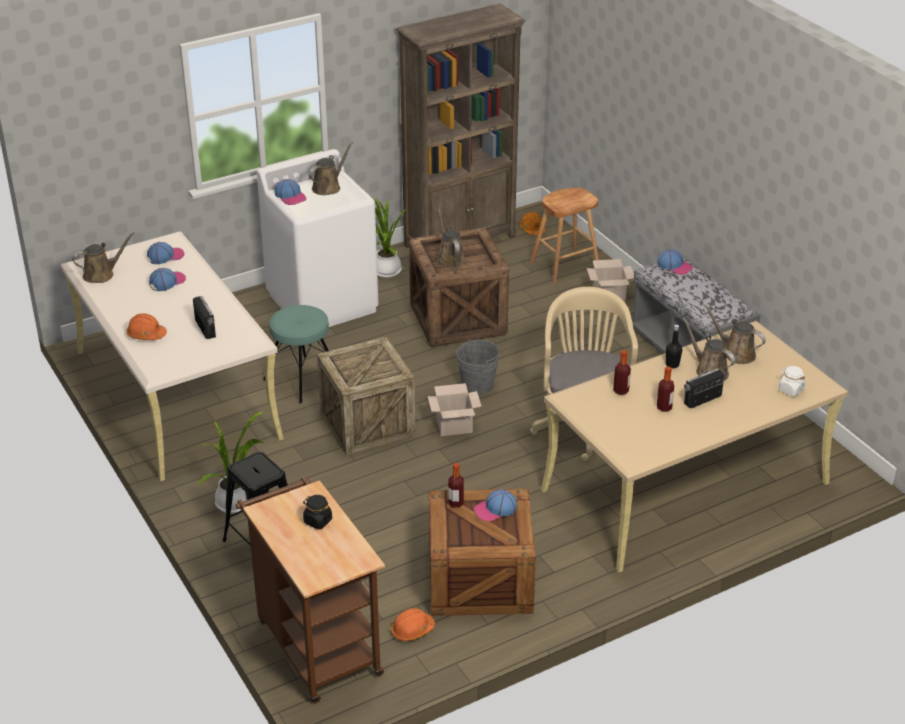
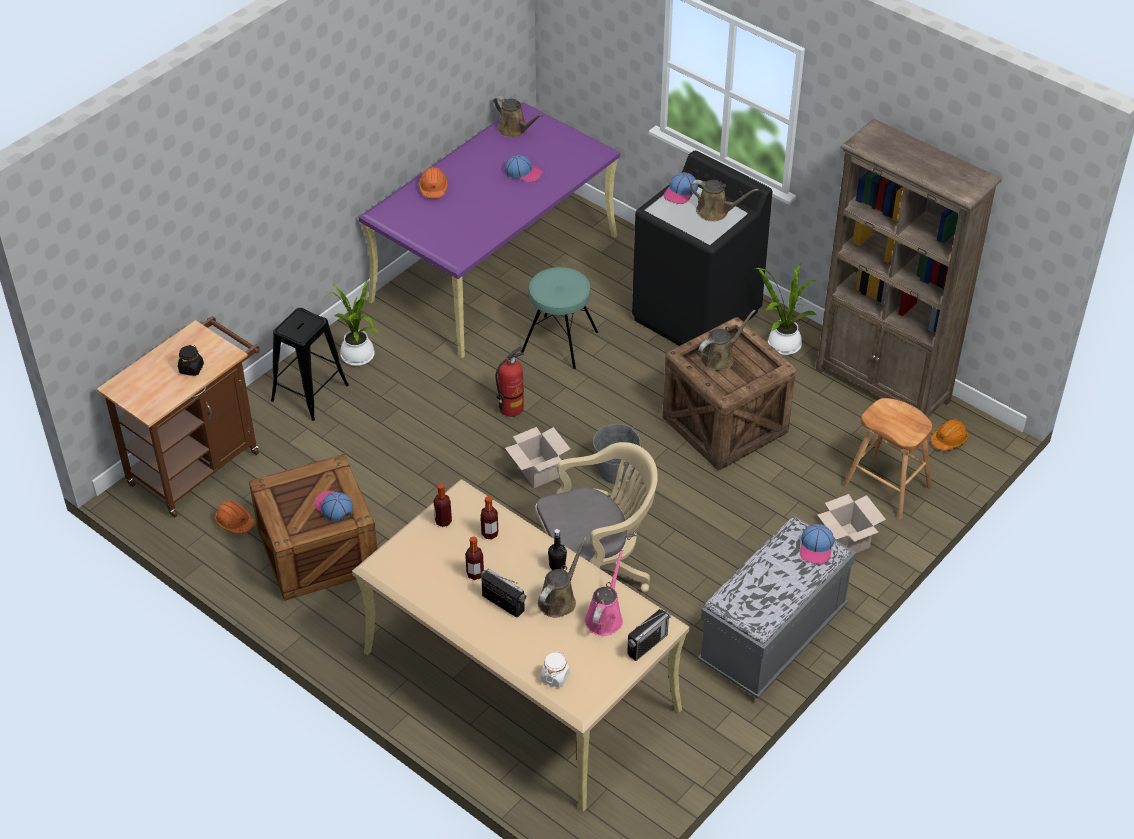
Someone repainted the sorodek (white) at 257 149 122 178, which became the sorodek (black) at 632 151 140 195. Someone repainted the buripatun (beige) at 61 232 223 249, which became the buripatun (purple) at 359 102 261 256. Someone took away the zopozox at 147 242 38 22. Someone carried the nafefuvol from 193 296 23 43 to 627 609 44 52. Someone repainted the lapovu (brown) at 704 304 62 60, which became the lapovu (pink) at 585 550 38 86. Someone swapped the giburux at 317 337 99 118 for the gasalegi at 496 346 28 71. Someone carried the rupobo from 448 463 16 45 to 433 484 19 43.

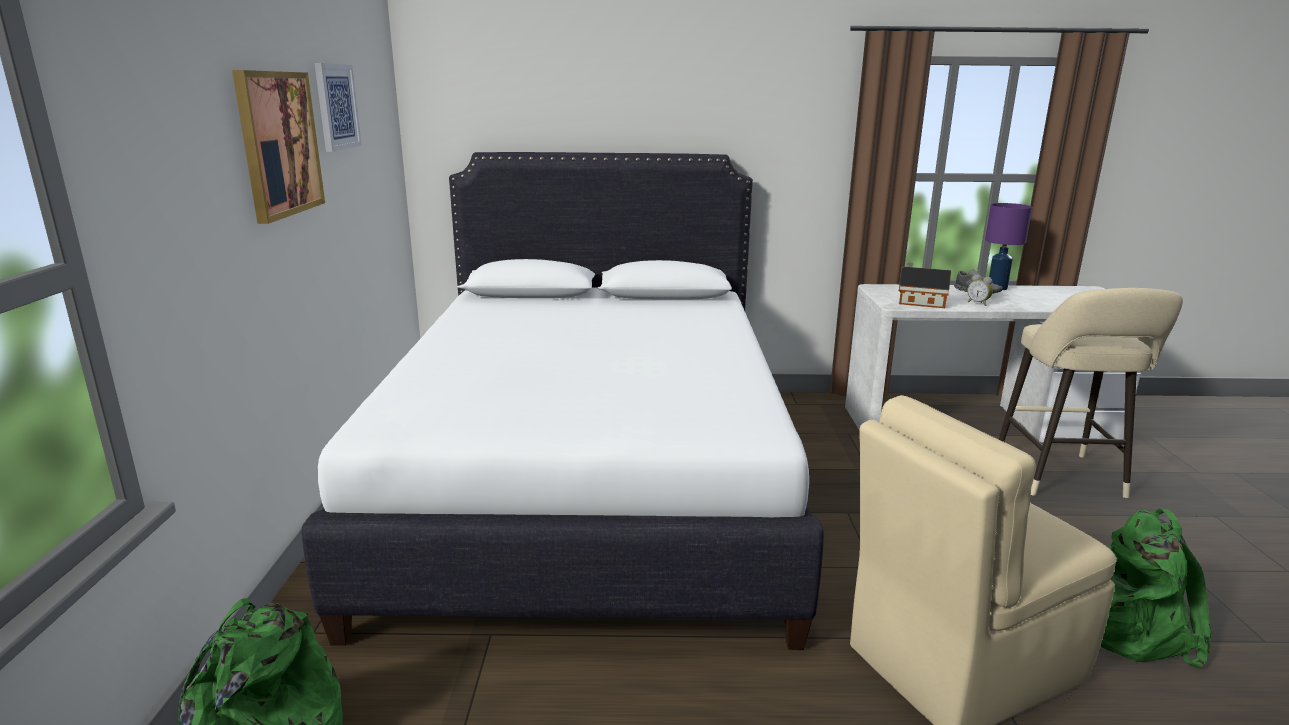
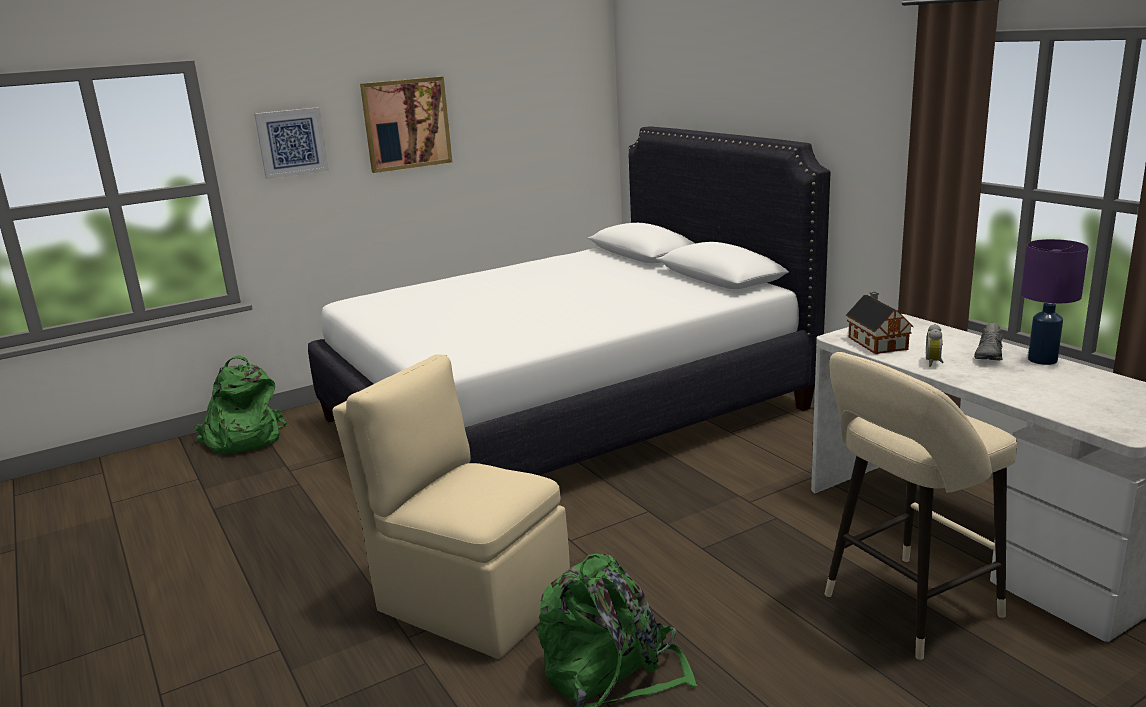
Someone carried the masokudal from 314 63 48 89 to 254 107 75 72.

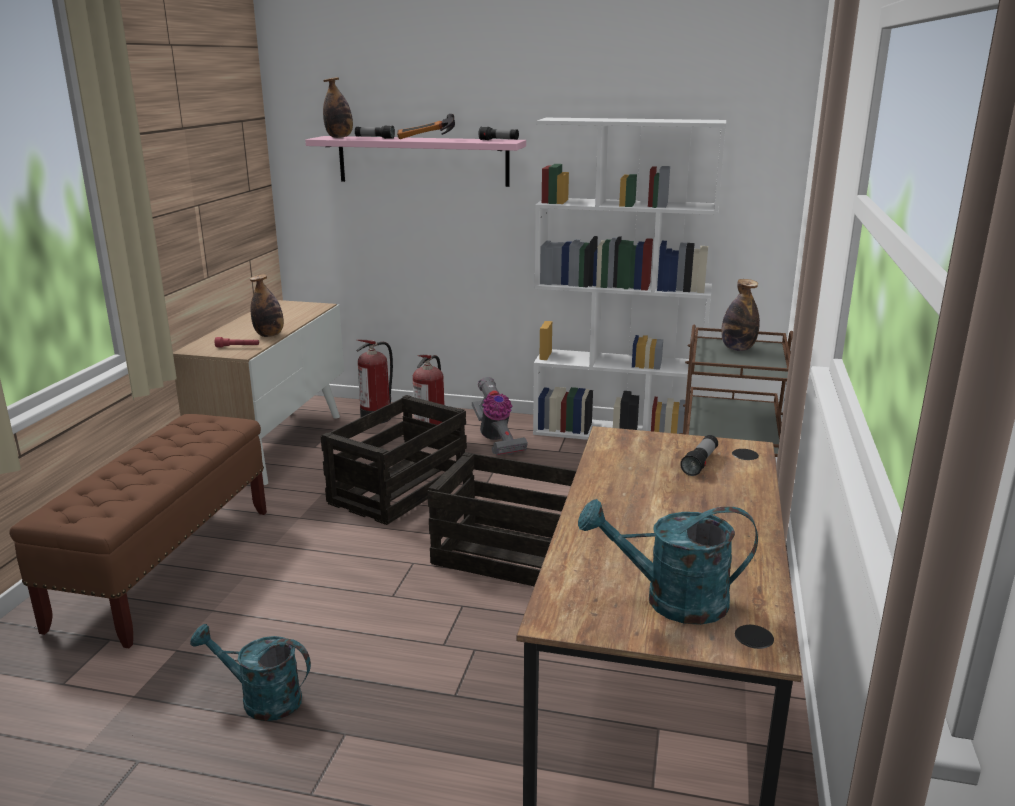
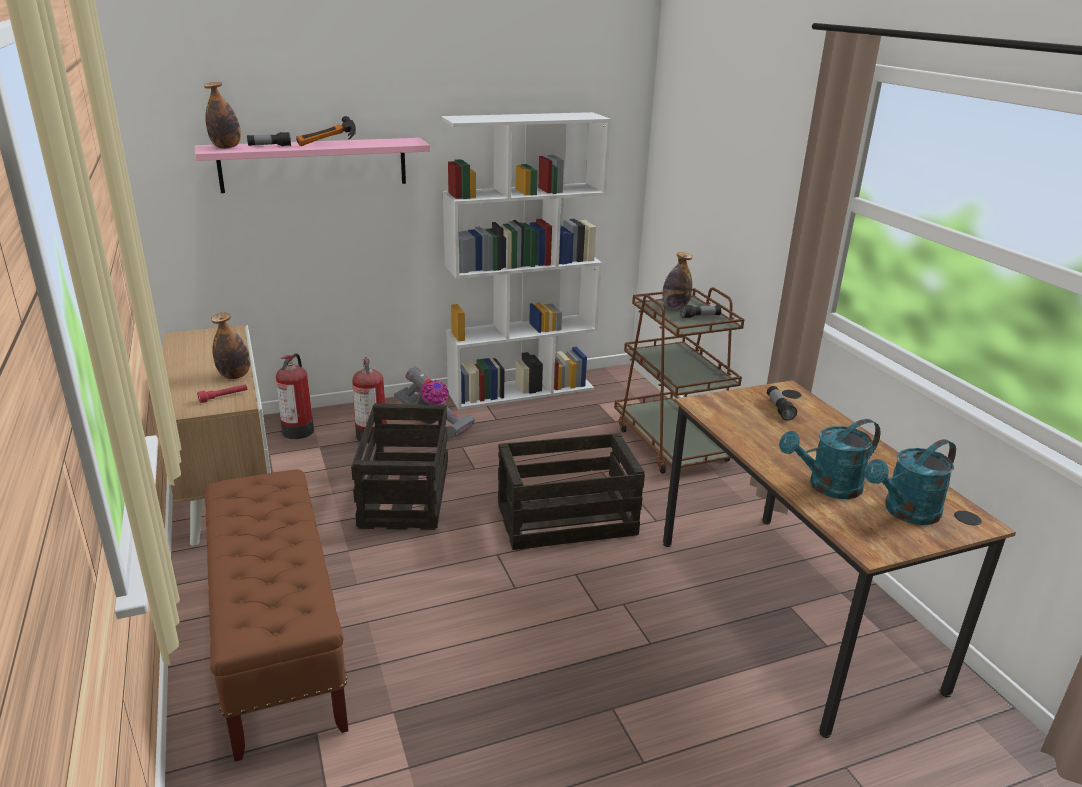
Someone carried the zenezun from 478 127 41 13 to 680 305 41 13. Someone carried the lapovu (turquoise) from 190 624 121 97 to 779 419 102 80.

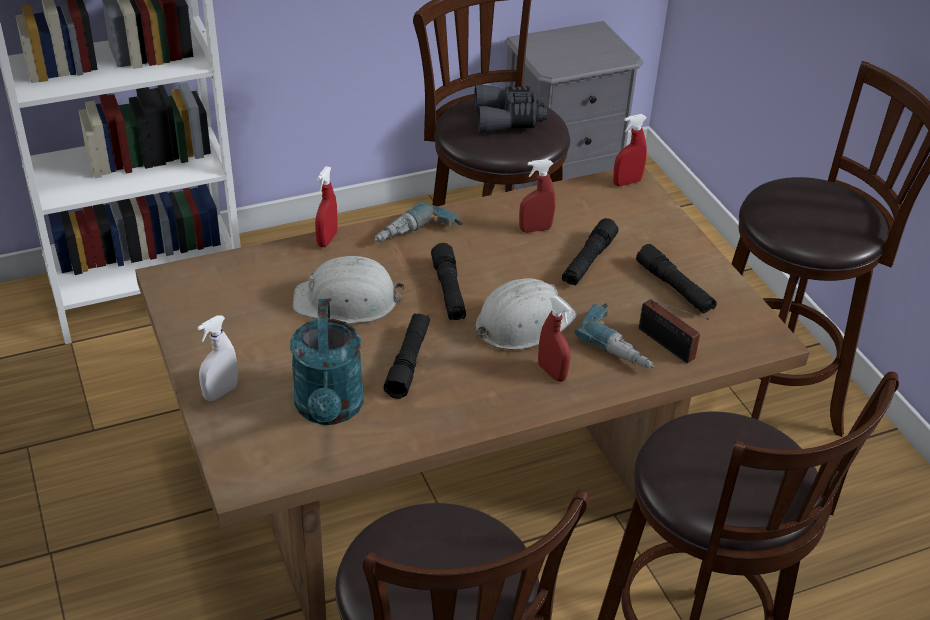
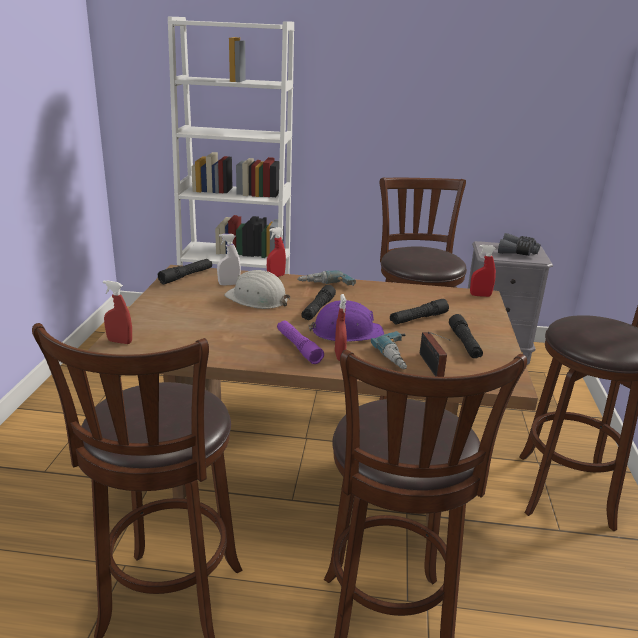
Someone carried the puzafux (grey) from 475 84 72 49 to 498 233 43 23. Someone carried the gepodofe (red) from 519 159 37 74 to 103 280 29 64. Someone repainted the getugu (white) at 476 278 101 72, which became the getugu (purple) at 309 300 75 42. Someone took away the lapovu (turquoise) at 290 299 74 126. Someone carried the zenezun (black) from 383 313 47 86 to 158 259 54 25. Someone carried the gepodofe (white) from 197 315 41 86 to 217 234 24 51. Someone put down the zenezun (purple) at 277 321 47 43.

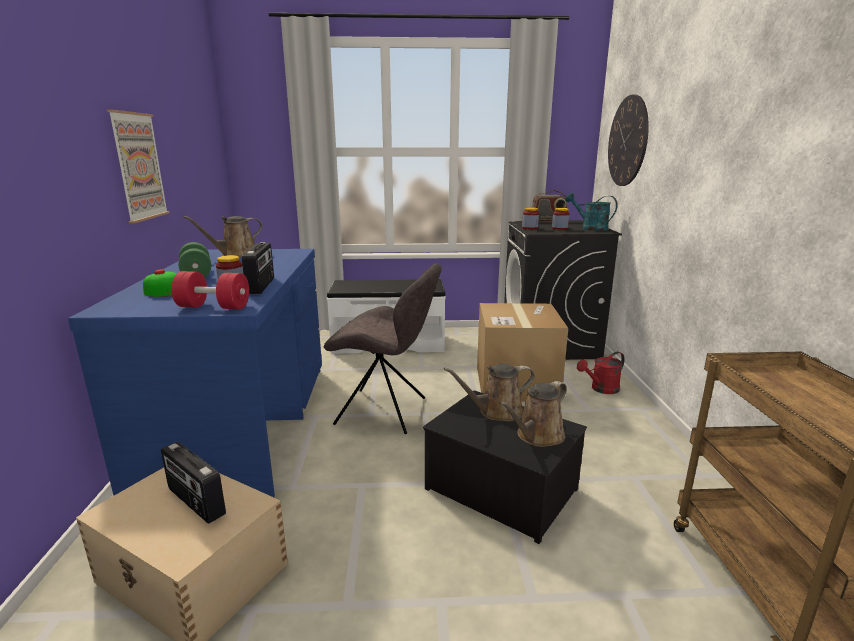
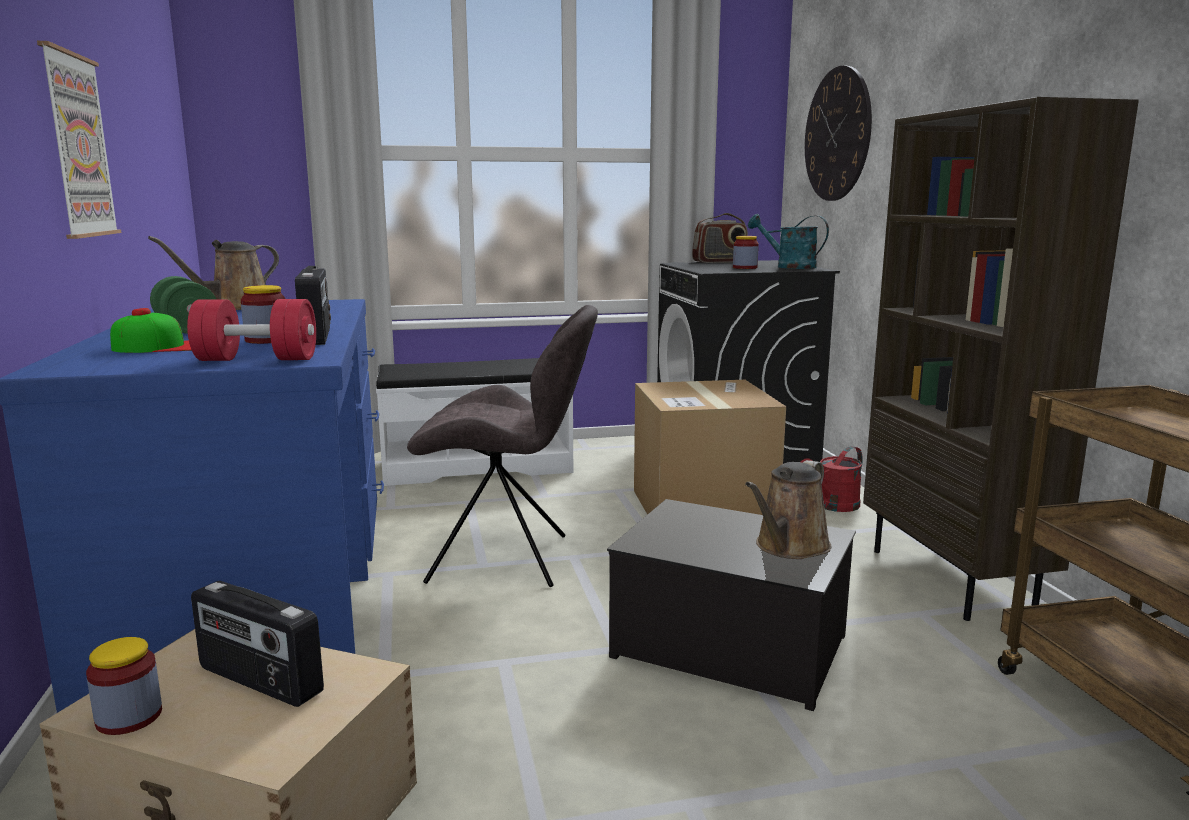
Someone carried the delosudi from 522 207 17 23 to 86 637 76 98. Someone took away the lapovu (brown) at 444 364 91 57. Someone put down the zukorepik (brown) at 863 97 276 524.

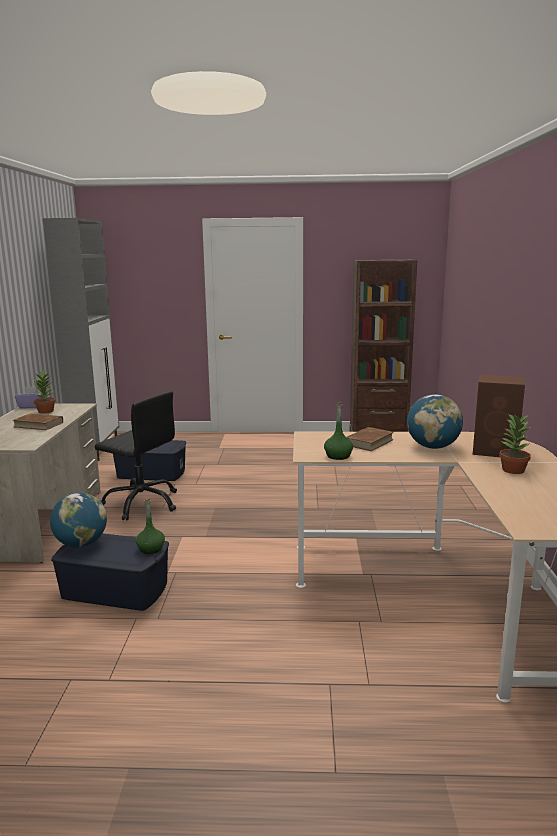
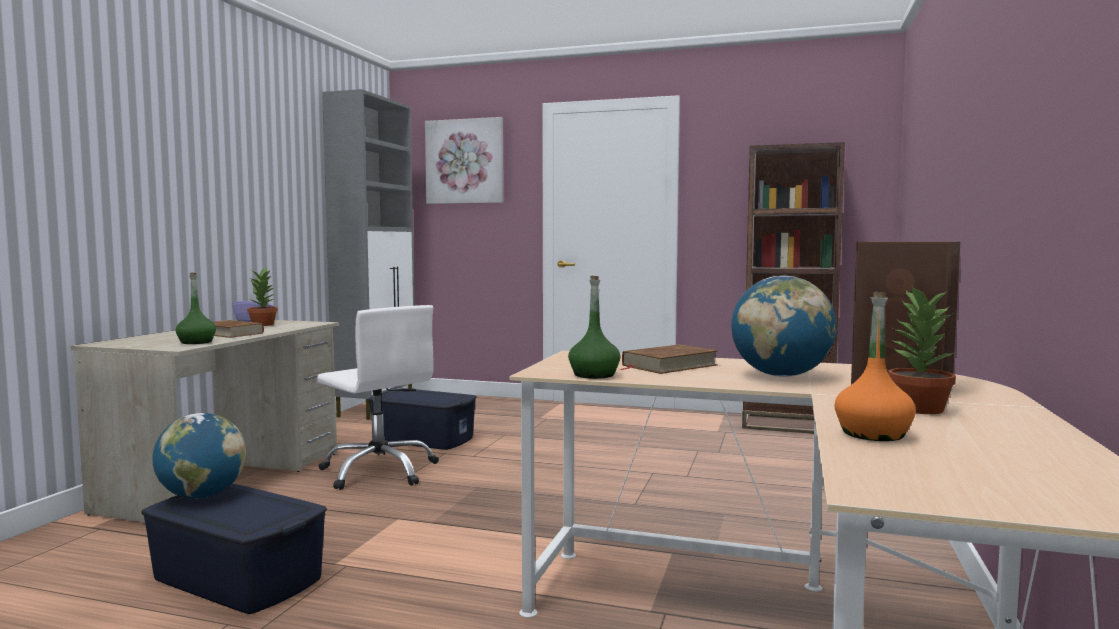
Someone repainted the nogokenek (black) at 95 391 82 130, which became the nogokenek (white) at 317 305 122 185. Someone carried the rupobo (green) from 136 498 29 56 to 175 273 41 71. Someone put up the masokudal at 425 117 79 87. Someone put down the rupobo (orange) at 835 292 81 149.

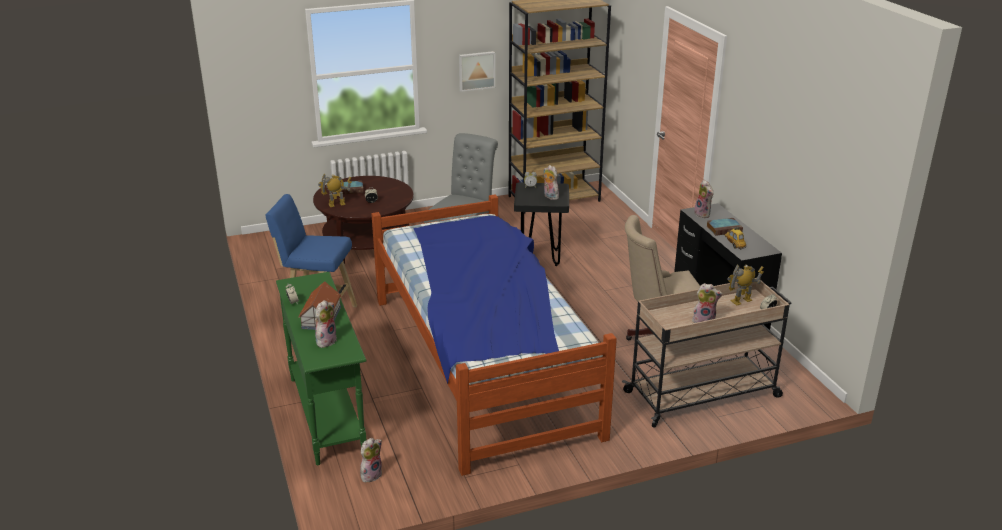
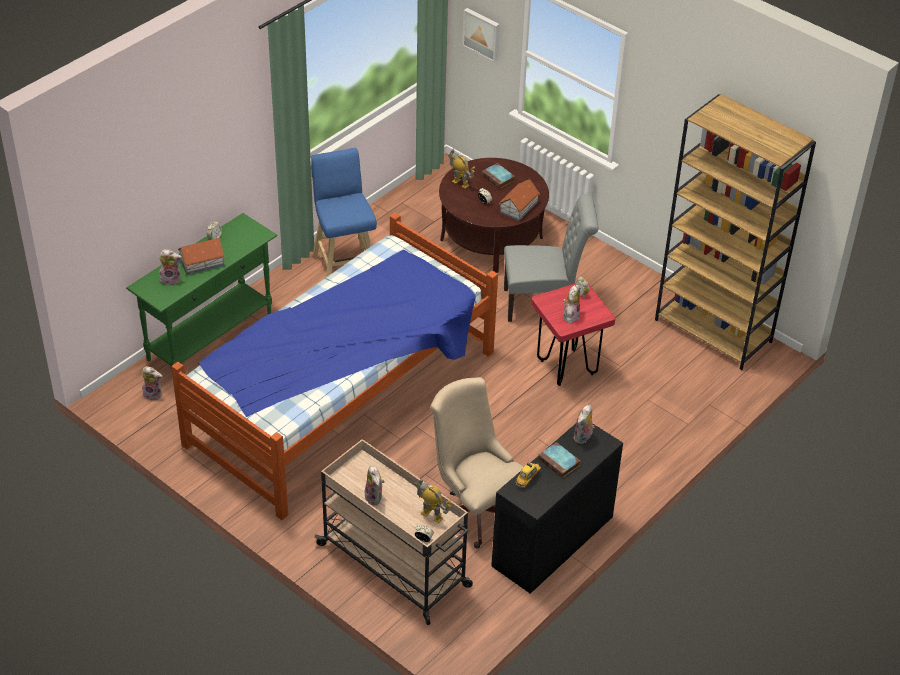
Someone carried the masokudal from 459 51 36 41 to 463 8 37 54. Someone repainted the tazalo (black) at 514 183 55 83, which became the tazalo (red) at 531 283 84 103. Someone put down the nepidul at 499 179 41 42.

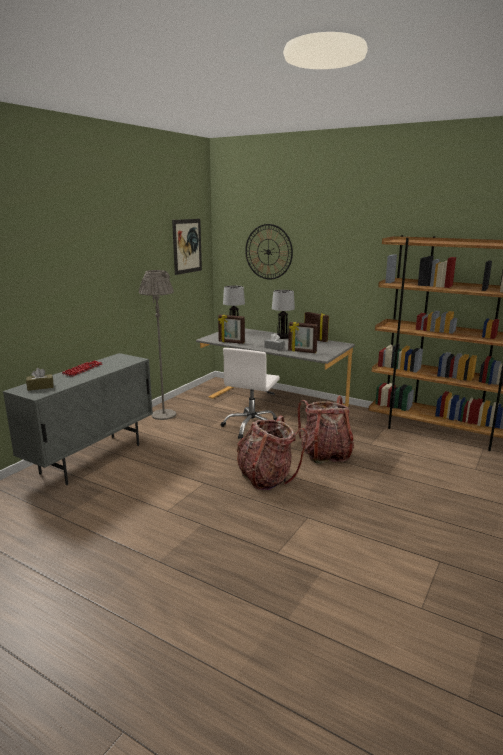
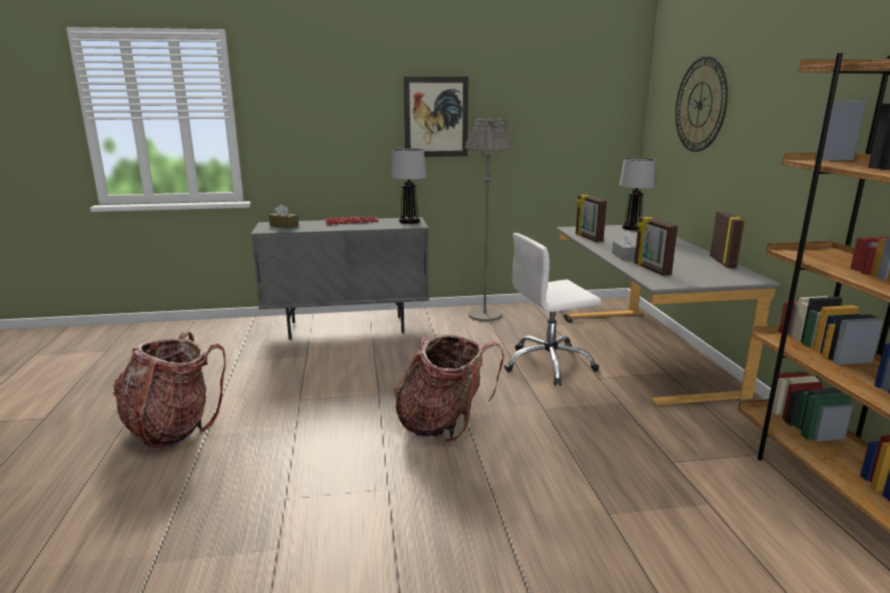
Someone carried the masokudal from 172 219 30 56 to 403 76 65 81. Someone carried the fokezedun from 272 290 23 49 to 391 148 35 76. Someone carried the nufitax from 298 396 56 68 to 113 331 113 119.

